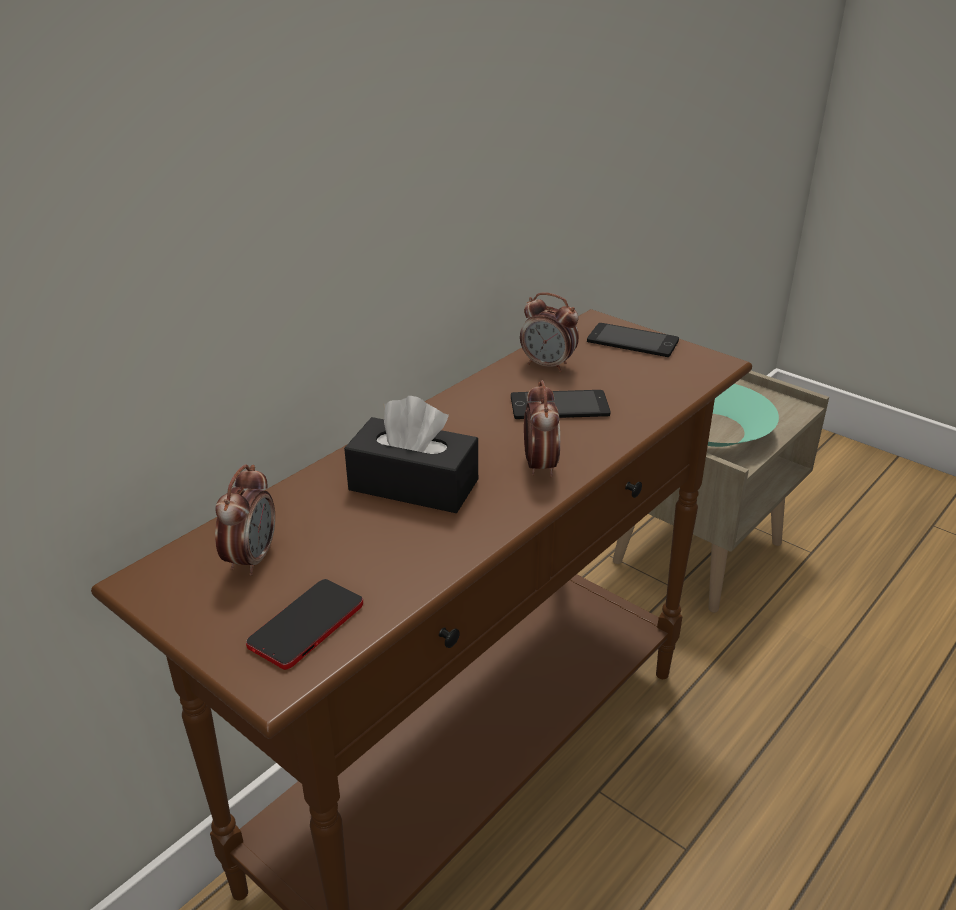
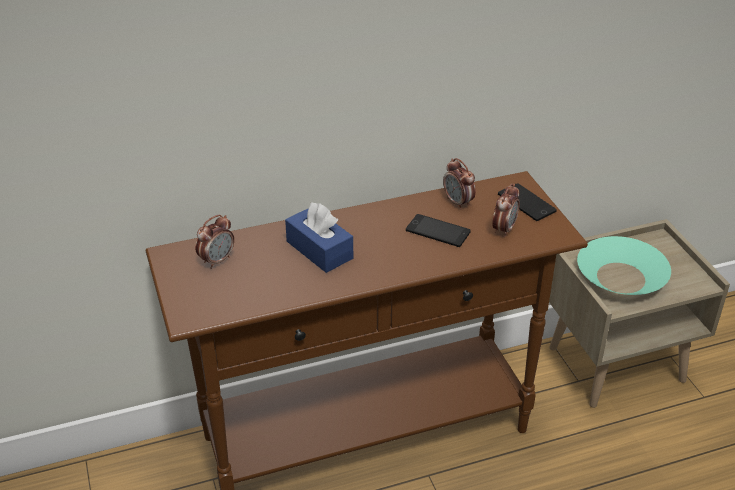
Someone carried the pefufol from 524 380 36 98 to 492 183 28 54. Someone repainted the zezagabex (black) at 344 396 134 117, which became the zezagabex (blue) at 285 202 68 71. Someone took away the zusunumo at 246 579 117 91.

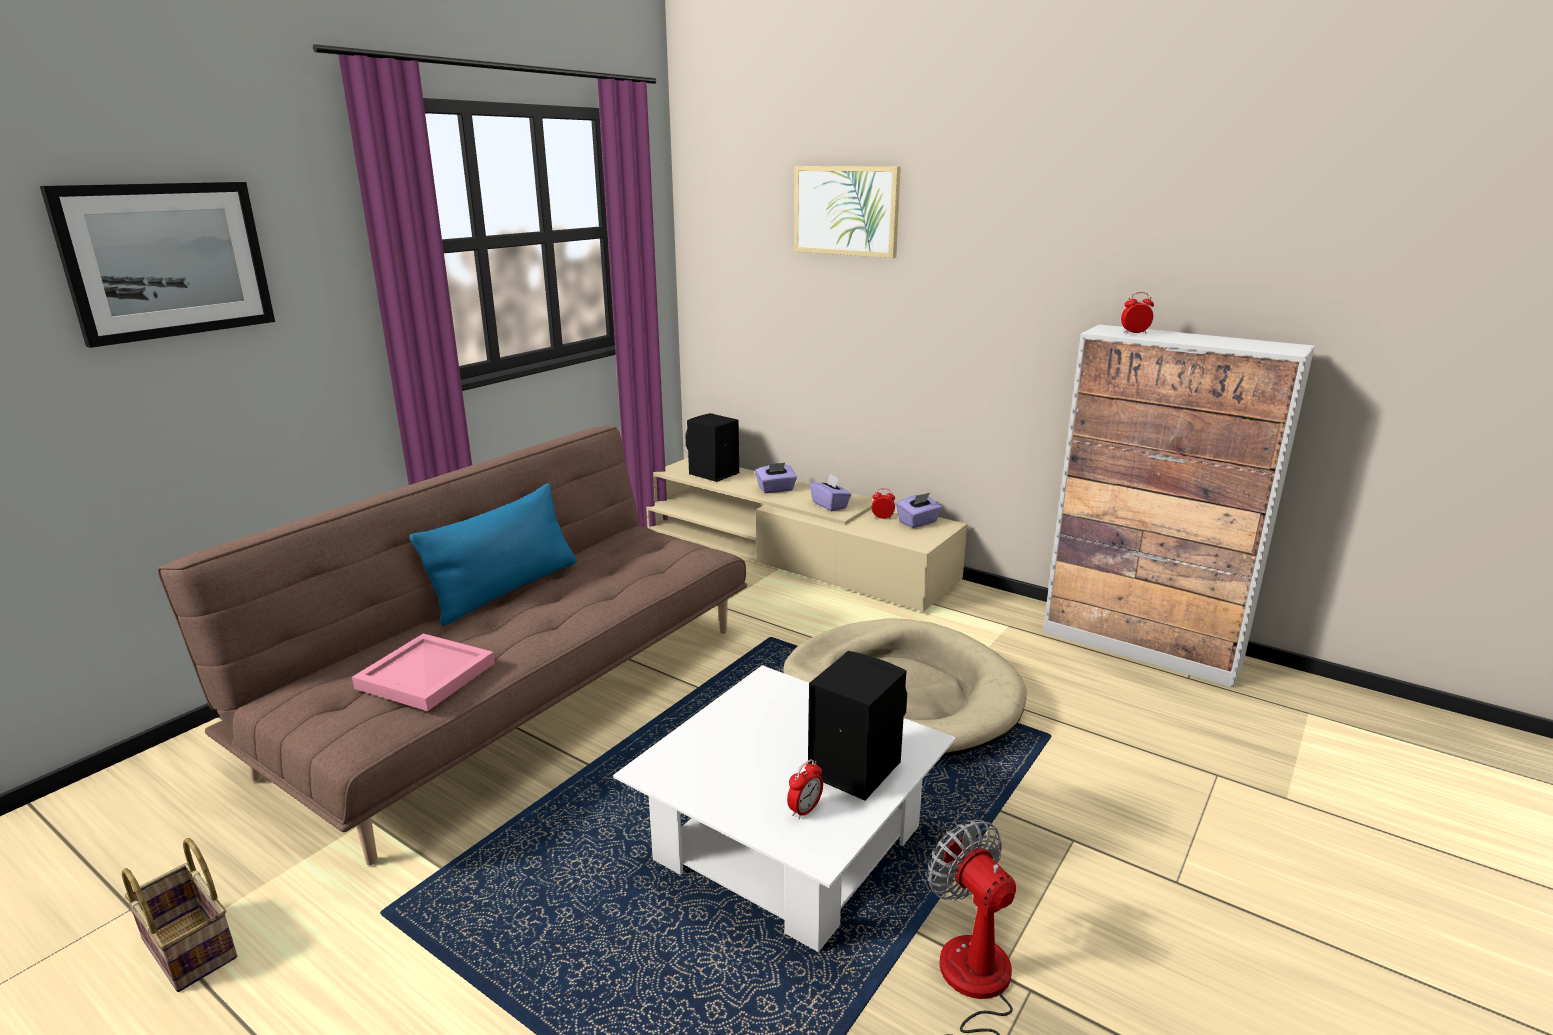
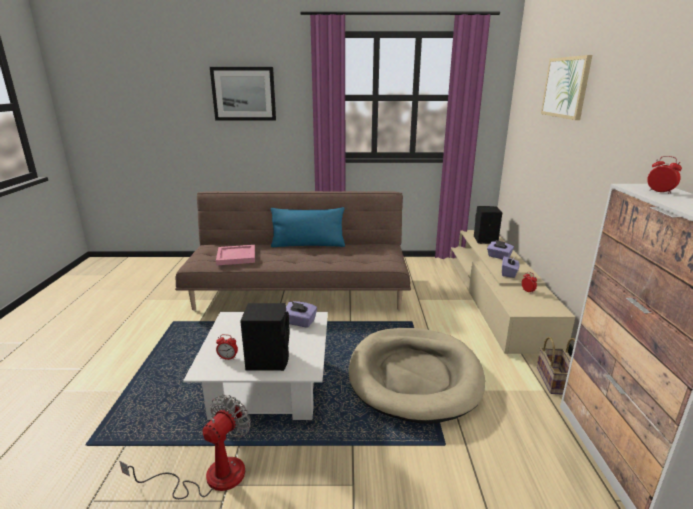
Someone carried the zezagabex (purple) from 896 493 46 35 to 286 301 31 27. Someone carried the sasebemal from 122 838 115 154 to 537 337 38 58.

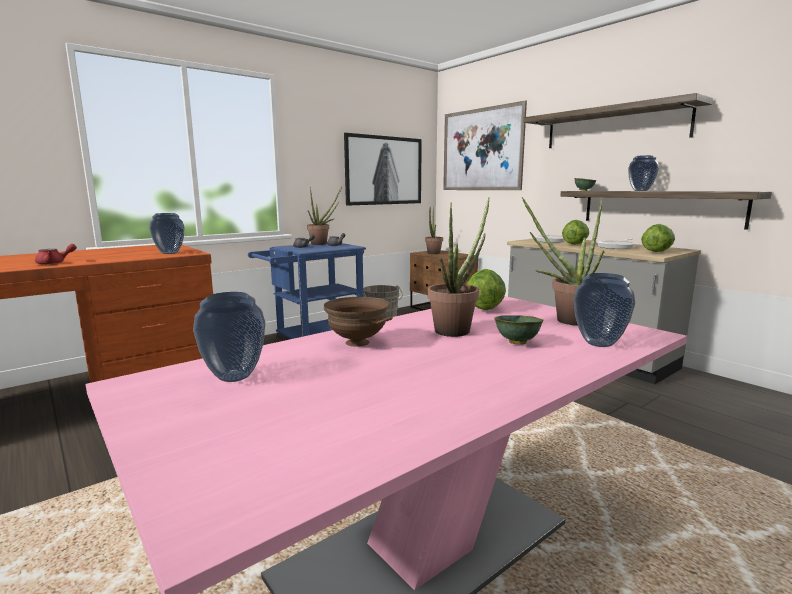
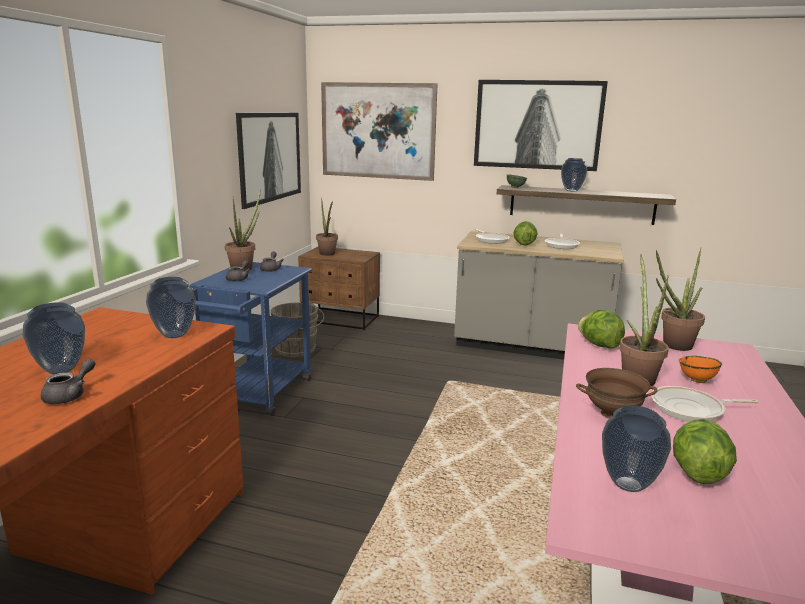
Someone swapped the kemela at 523 93 190 55 for the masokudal at 474 80 134 91. Someone carried the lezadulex from 641 224 34 28 to 673 419 64 65. Someone repainted the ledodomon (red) at 35 244 42 21, which became the ledodomon (grey) at 41 359 54 45. Someone carried the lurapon from 574 273 61 74 to 23 302 62 72. Someone repainted the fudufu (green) at 494 315 49 30, which became the fudufu (orange) at 679 356 43 27. Someone put down the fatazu at 651 386 107 36.

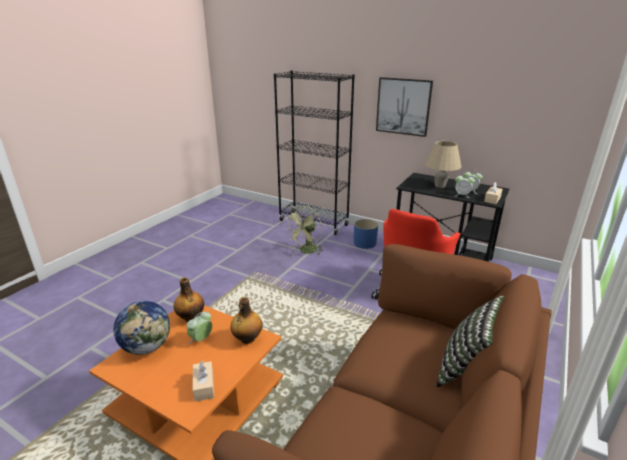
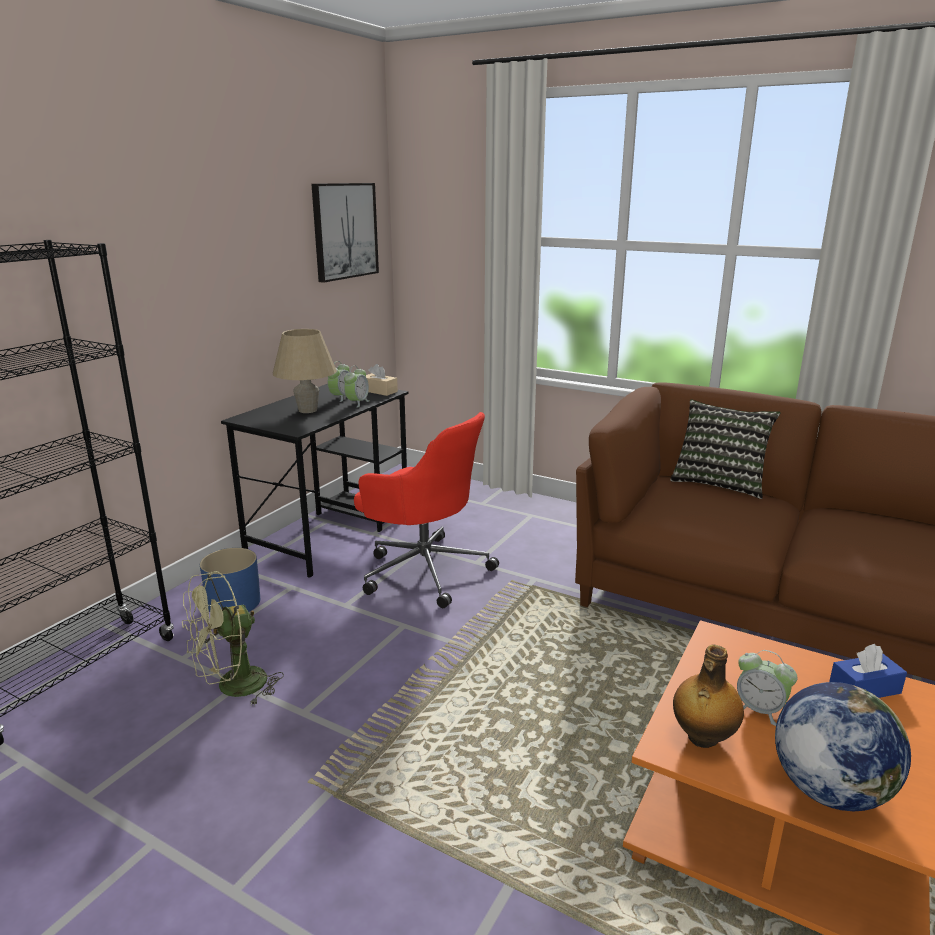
Someone carried the masokudal from 376 77 57 60 to 311 183 68 100. Someone rotated the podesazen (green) at 285 206 37 49 by 105 degrees clockwise. Someone took away the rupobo at 231 297 32 47. Someone repainted the zezagabex (beige) at 193 361 21 41, which became the zezagabex (blue) at 829 644 78 54.

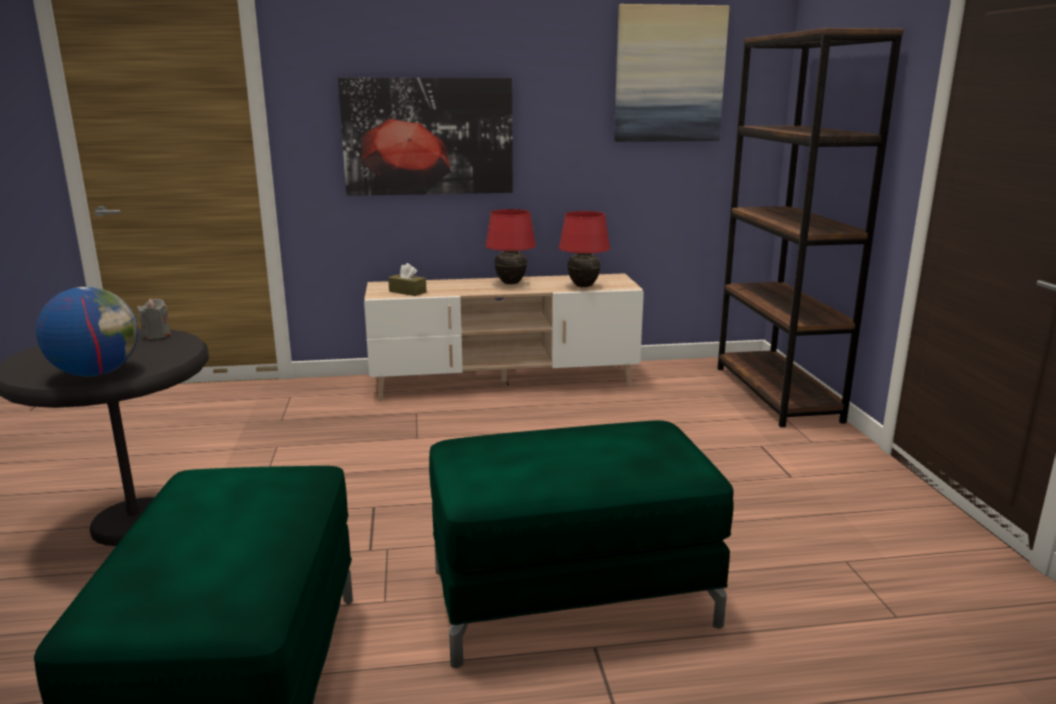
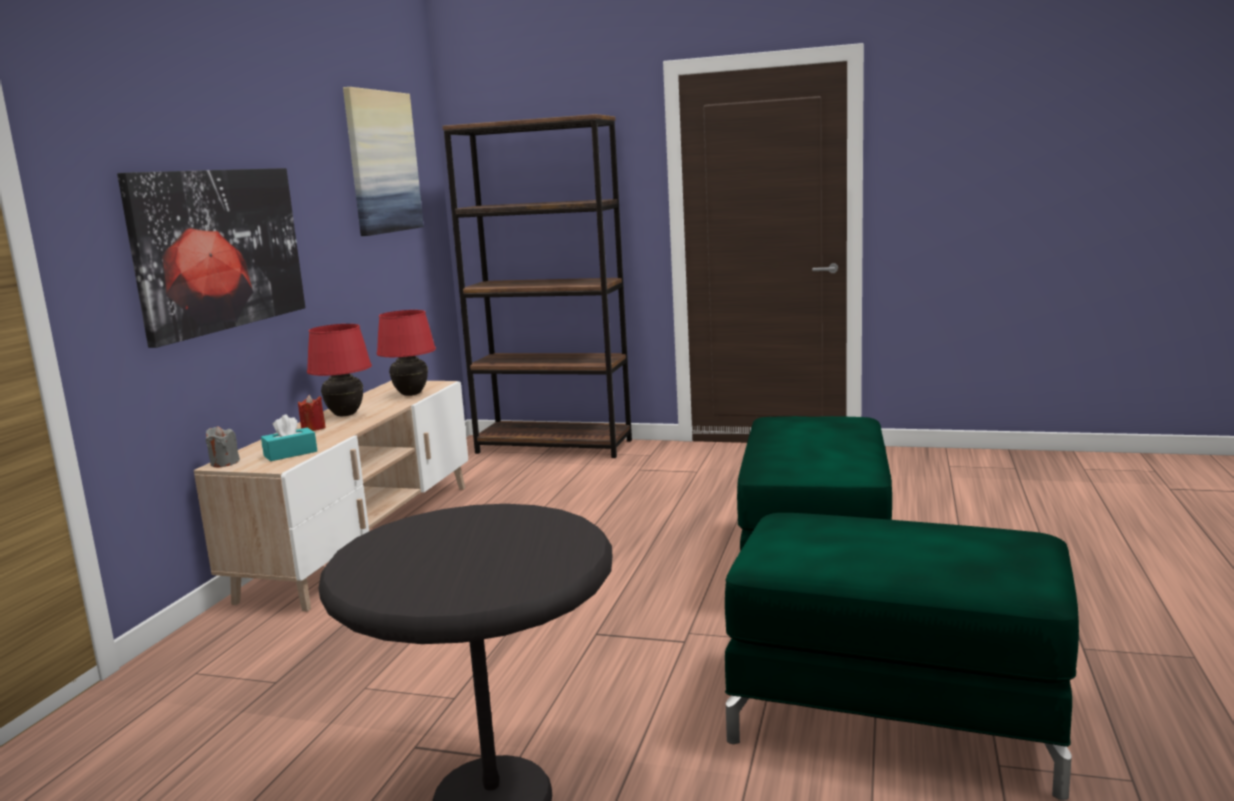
Someone repainted the zezagabex (brown) at 388 263 39 33, which became the zezagabex (turquoise) at 261 415 56 46. Someone took away the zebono at 36 287 102 90. Someone carried the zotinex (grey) from 137 299 34 40 to 206 426 34 41. Someone put down the zotinex (red) at 298 395 28 36.

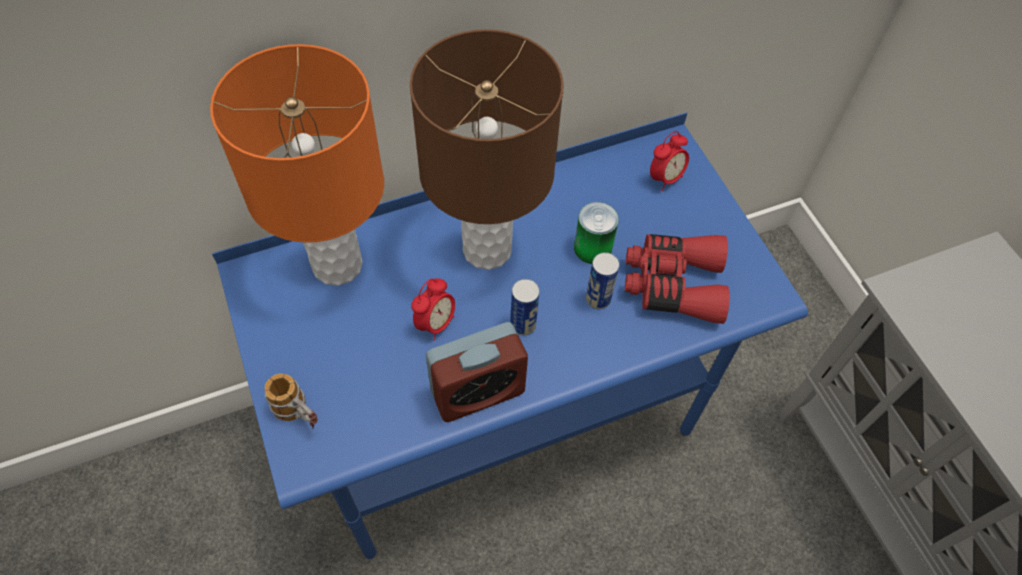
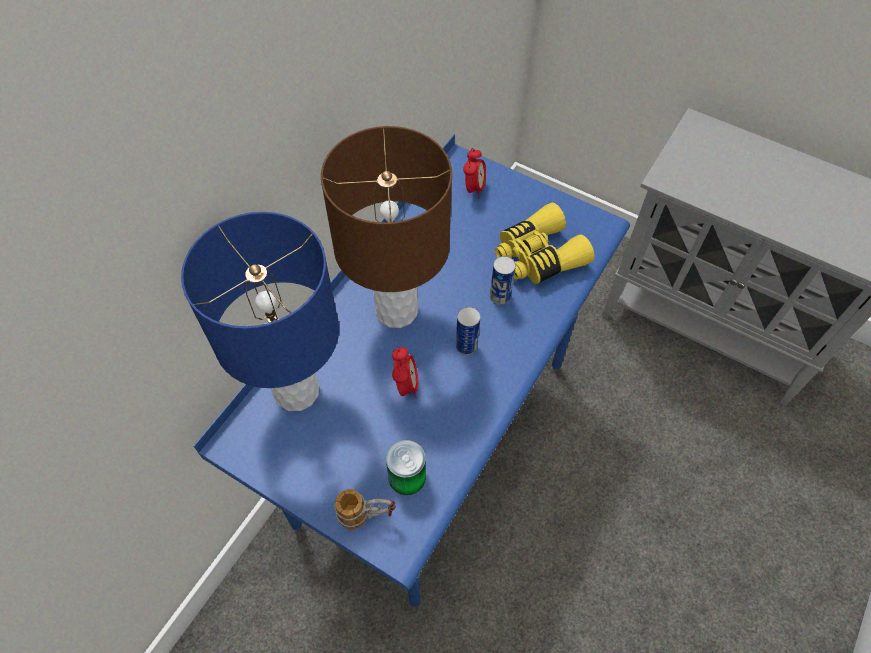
Someone repainted the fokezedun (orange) at 210 44 174 242, which became the fokezedun (blue) at 181 212 158 199. Someone carried the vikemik from 574 202 45 62 to 386 440 40 55. Someone repainted the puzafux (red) at 625 234 105 90, which became the puzafux (yellow) at 495 203 100 81. Someone took away the pefufol at 426 322 102 100.

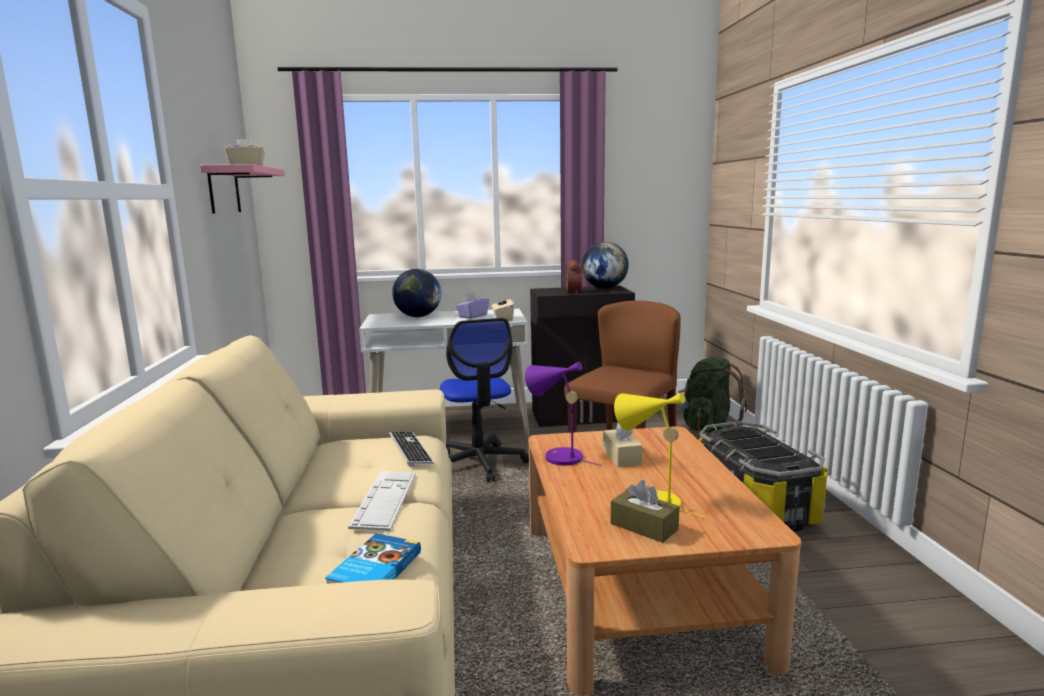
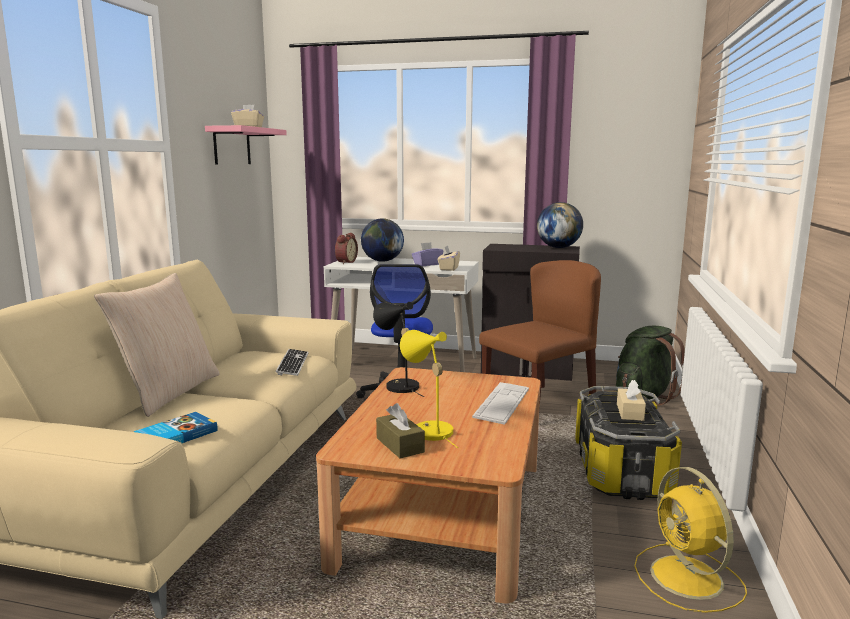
Someone carried the pefufol from 563 260 19 34 to 335 233 23 31. Someone repainted the fokezedun (purple) at 525 362 77 104, which became the fokezedun (black) at 373 302 51 95. Someone carried the zezagabex (beige) from 603 423 40 44 to 617 380 29 41. Someone carried the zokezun from 348 471 68 60 to 472 382 57 43. Someone put down the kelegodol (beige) at 94 273 126 144. Someone put down the podesazen (yellow) at 634 467 113 146.

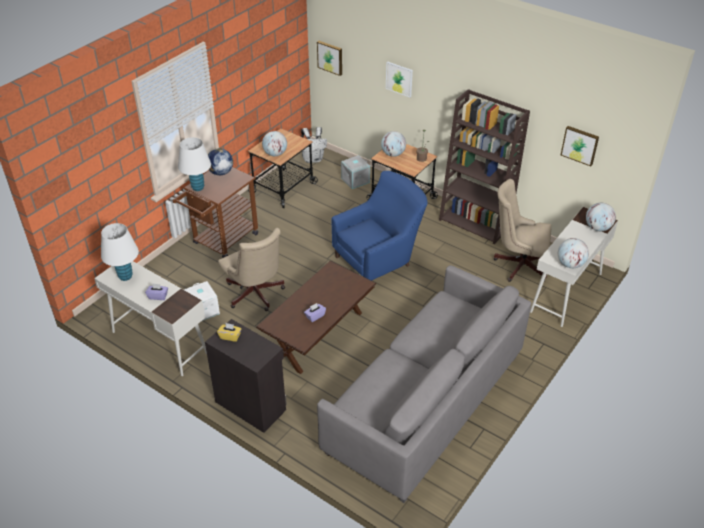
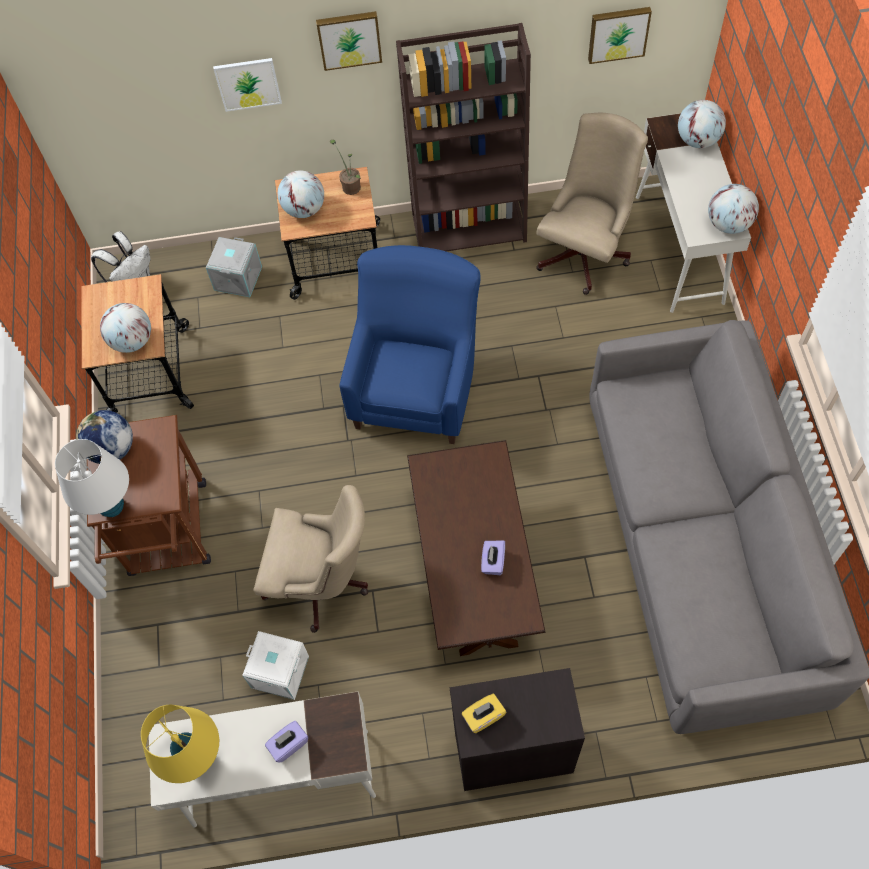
Someone carried the masokudal from 317 41 25 35 to 316 11 66 60. Someone rotated the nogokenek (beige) at 494 179 57 103 by 150 degrees clockwise. Someone repainted the fokezedun (white) at 101 223 38 58, which became the fokezedun (yellow) at 141 705 78 78.

